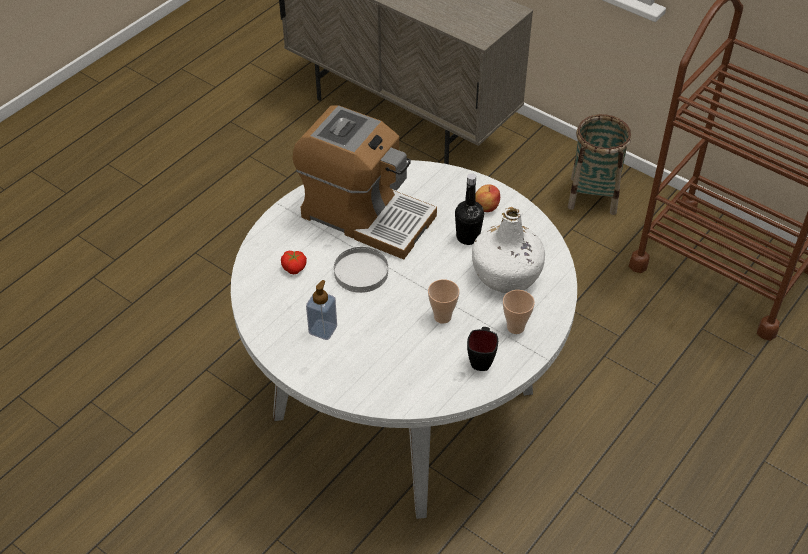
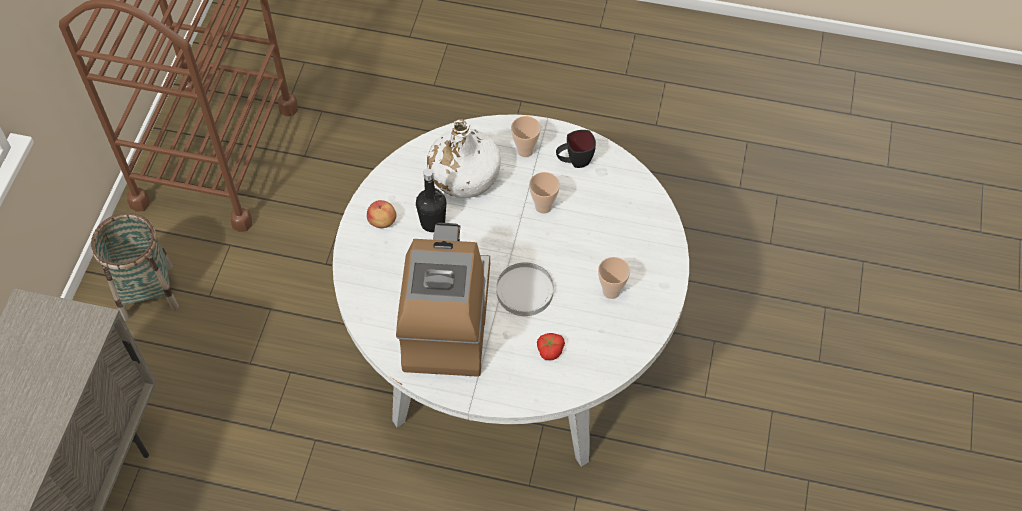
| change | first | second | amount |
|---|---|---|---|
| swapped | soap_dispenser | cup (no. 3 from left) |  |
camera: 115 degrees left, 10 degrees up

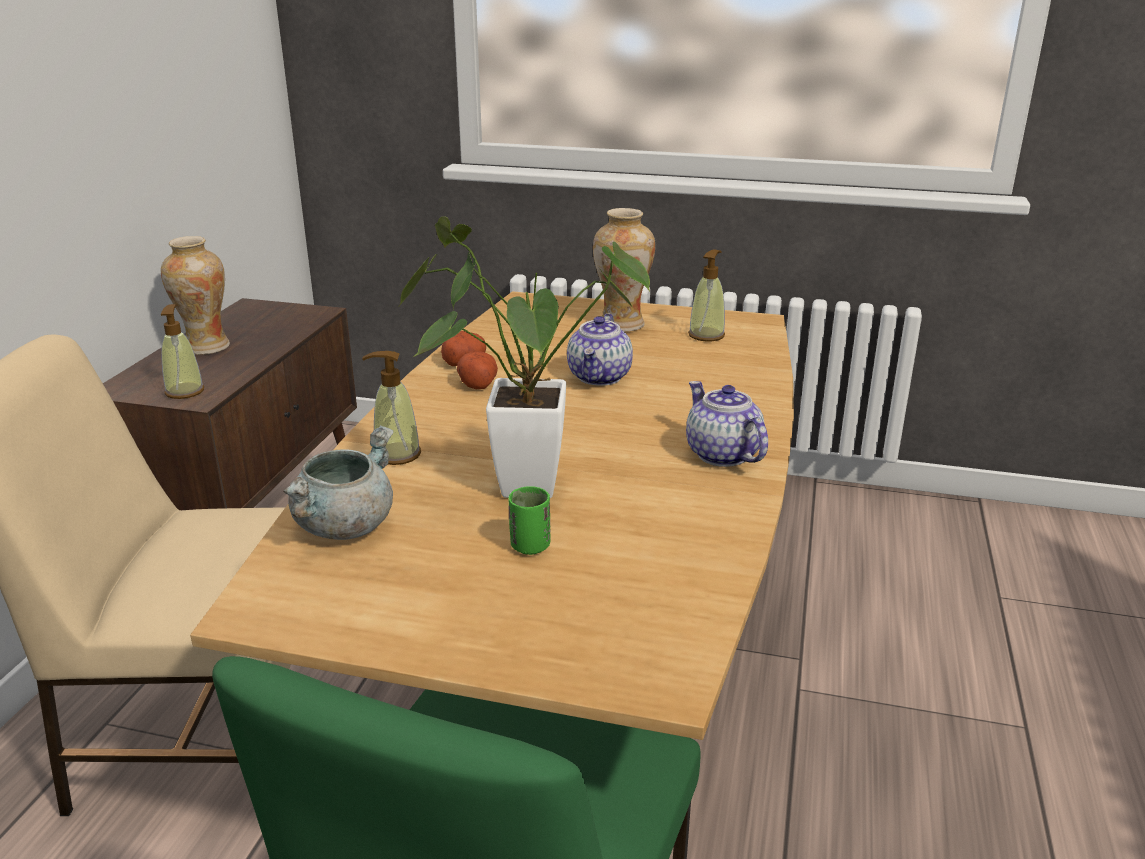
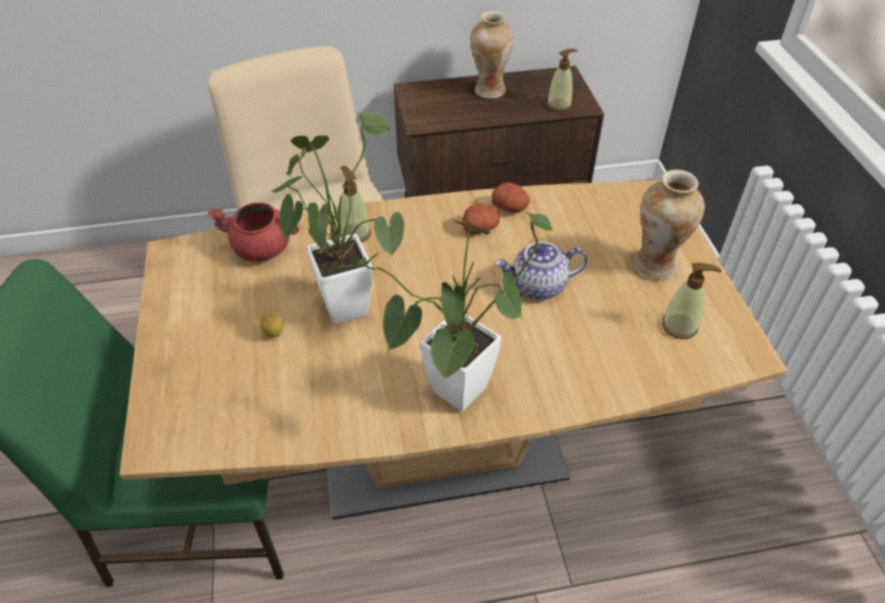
| change | first | second | amount |
|---|---|---|---|
| shifted | soap_dispenser (no. 1 from left in the first image) | soap_dispenser (no. 2 from left) |  |
| swapped | teapot (no. 2 from left) | potted_plant (no. 2 from left) |  |
| repainted | grey_cooking_pot | red_cooking_pot |  |
| swapped | green_cup | lemon |  |
camera: 65 degrees right, 20 degrees up

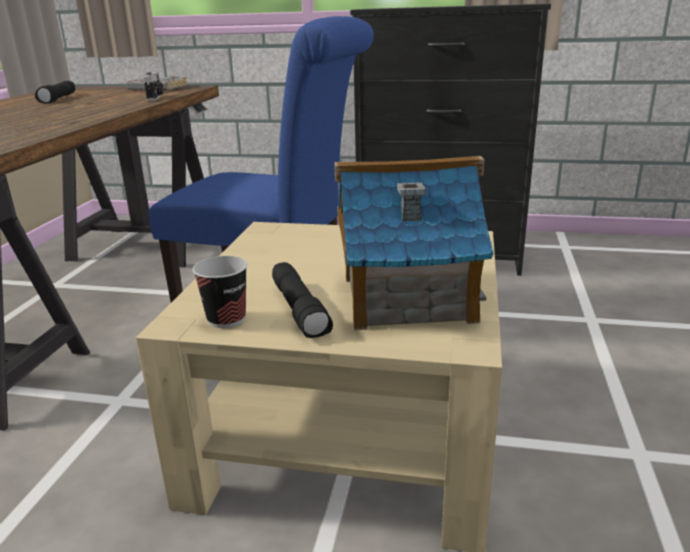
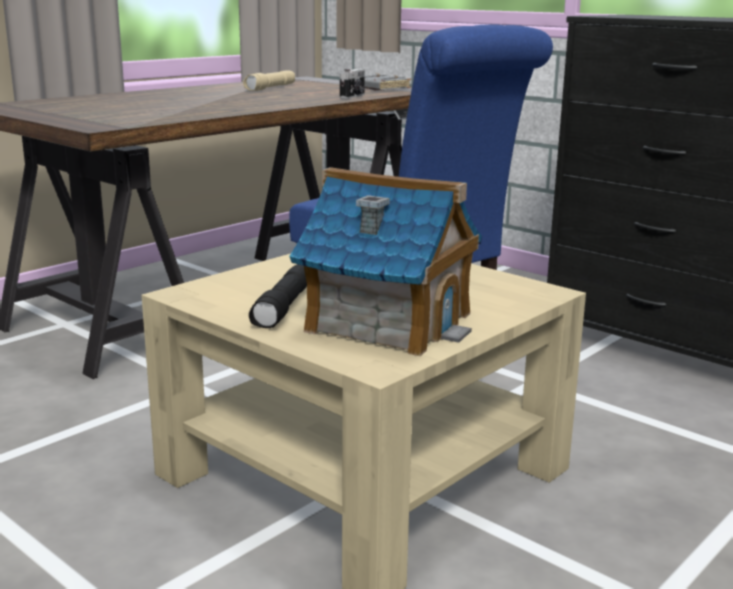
| change | first | second | amount |
|---|---|---|---|
| repainted | black_flashlight (no. 1 from left) | beige_flashlight |  |
| gone | cup |  |  |
camera: 30 degrees right, 5 degrees down

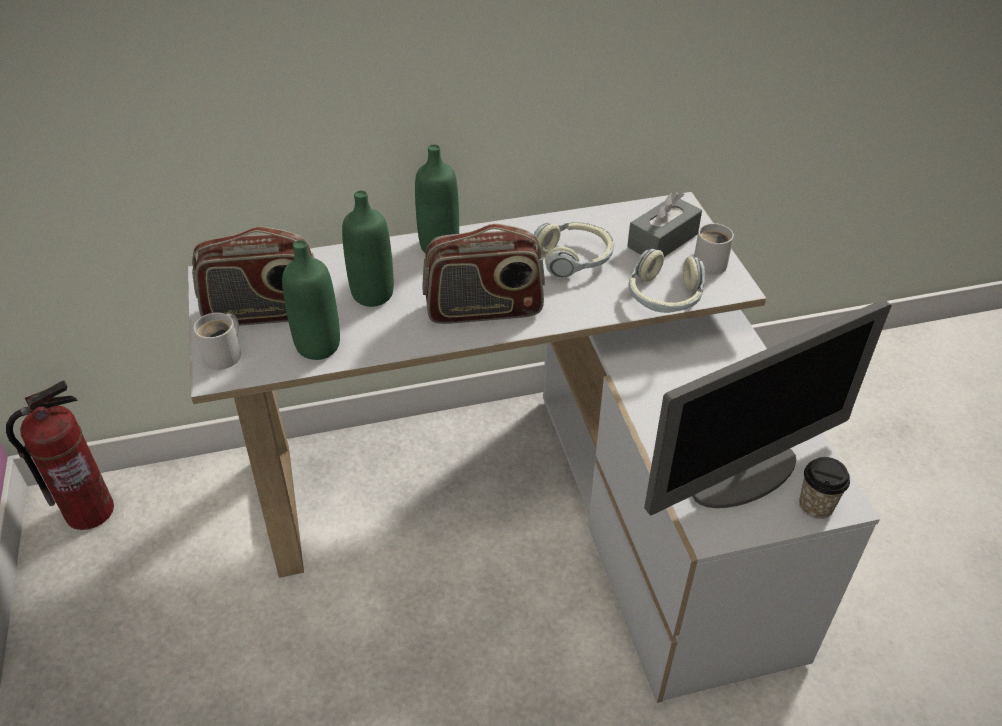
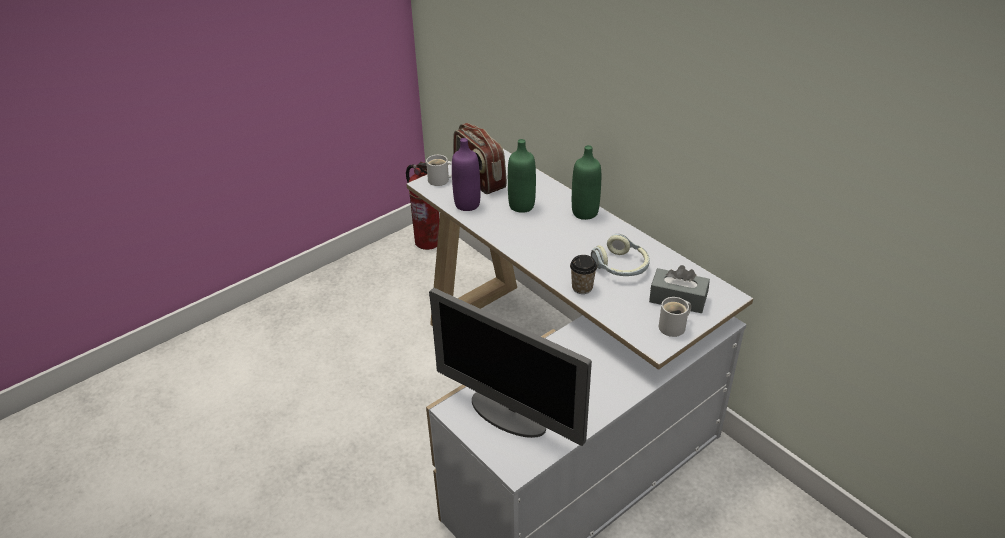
| change | first | second | amount |
|---|---|---|---|
| gone | radio (no. 2 from left) |  |  |
| repainted | green_bottle (no. 1 from left) | purple_bottle |  |
| gone | headphones (no. 2 from left) |  |  |
| shifted | cup |  |  |
camera: 65 degrees right, 5 degrees down

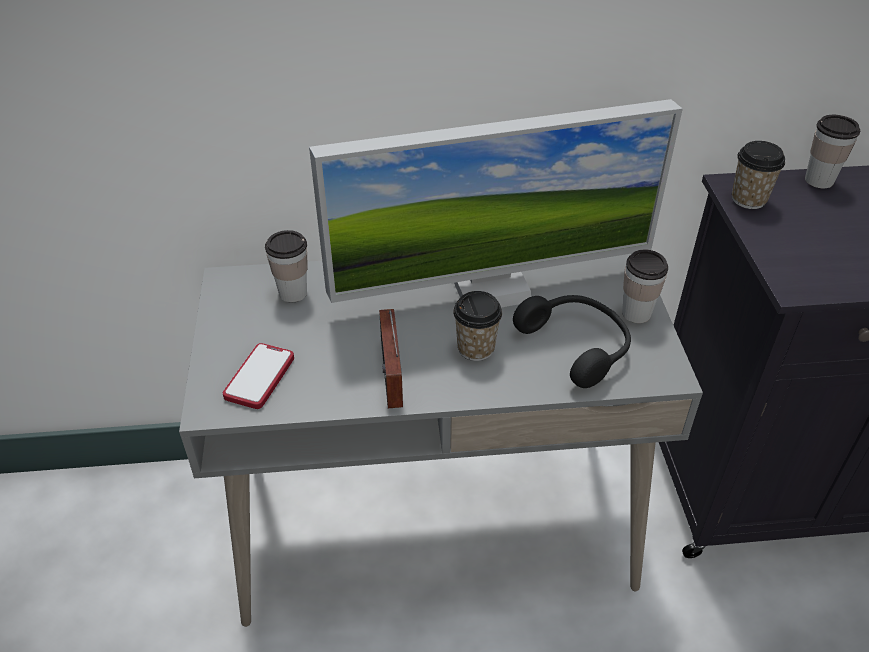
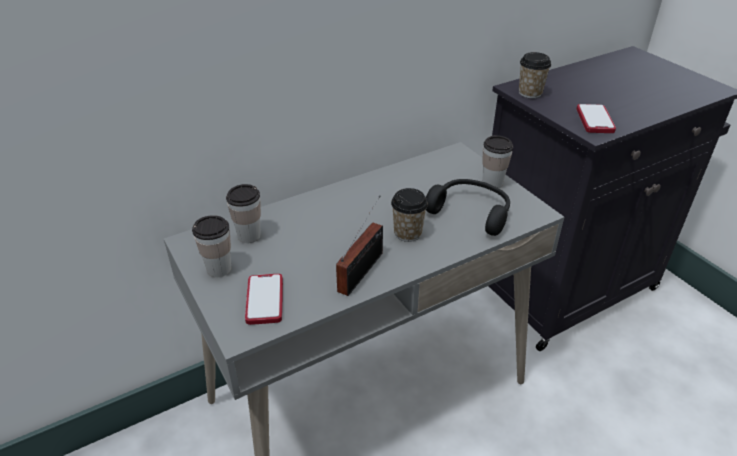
| change | first | second | amount |
|---|---|---|---|
| gone | monitor |  |  |
| shifted | cup (no. 5 from left in the first image) | cup (no. 1 from left) |  |
| rotated | radio |  | 120 degrees counterclockwise |
| new |  | phone (no. 2 from left) |  |
camera: 25 degrees left, 5 degrees down

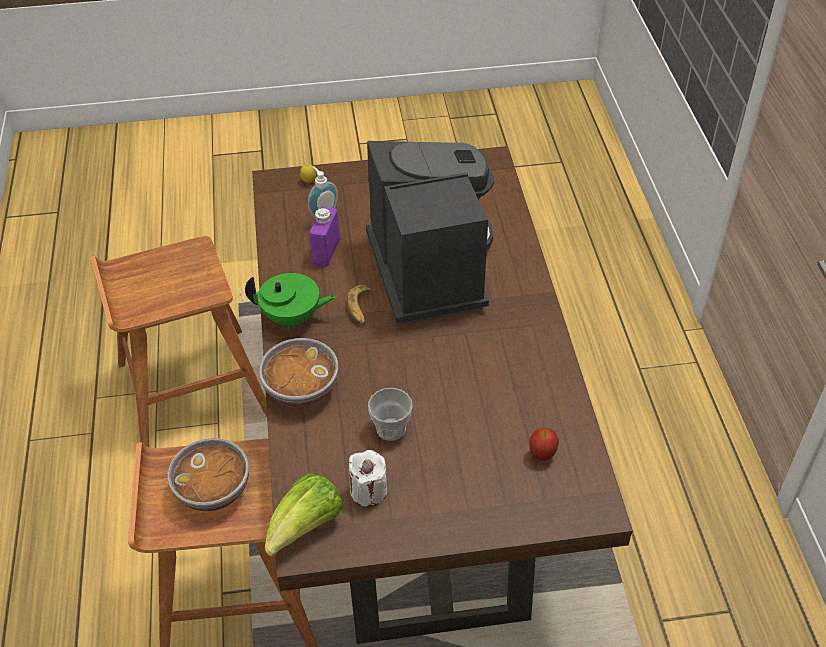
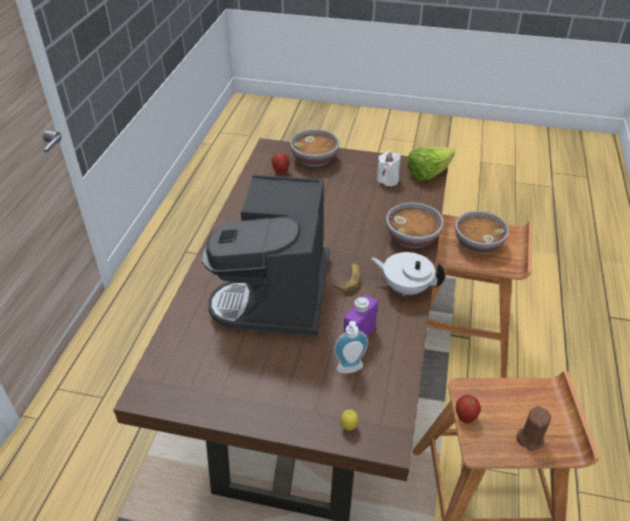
| change | first | second | amount |
|---|---|---|---|
| repainted | green_teapot | white_teapot |  |
| gone | cup |  |  |
| new |  | bowl (no. 1 from left) |  |
| new |  | apple (no. 2 from left) |  |
| new |  | brown_candle |  |
camera: 160 degrees left, 5 degrees down

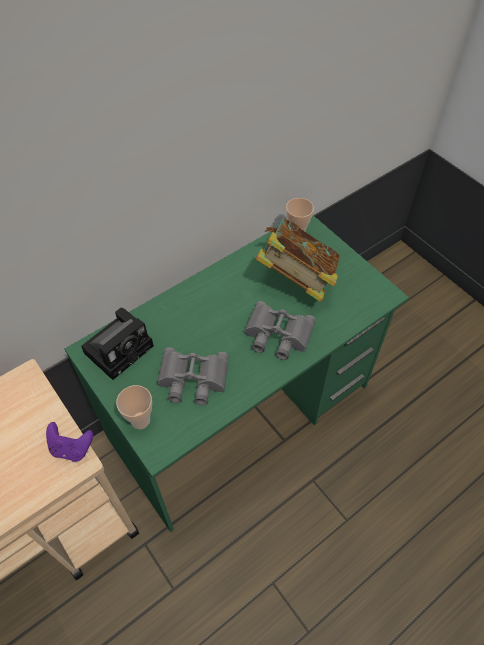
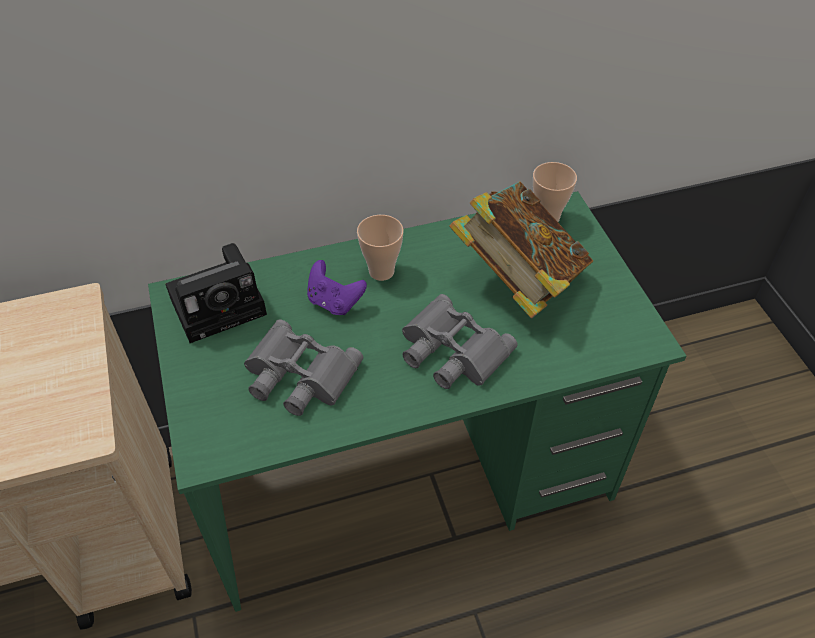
| change | first | second | amount |
|---|---|---|---|
| shifted | cup (no. 1 from left) |  |  |
| shifted | purple_game_controller |  |  |
camera: 20 degrees right, 5 degrees down

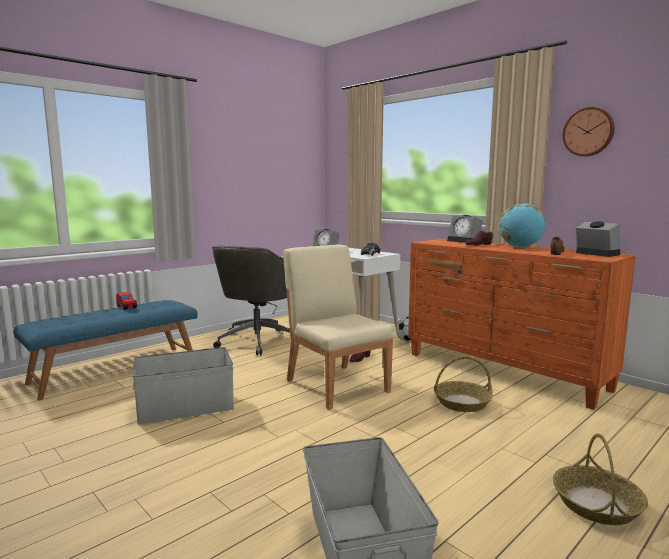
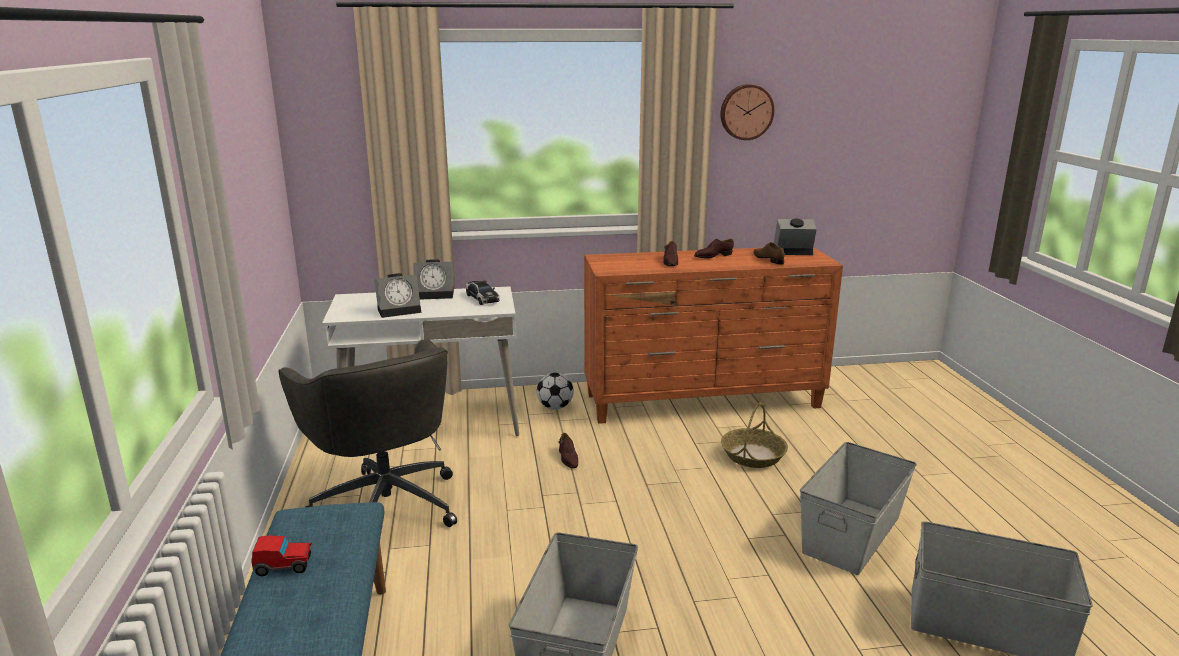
| change | first | second | amount |
|---|---|---|---|
| swapped | globe | brown_shoe (no. 3 from left) |  |
| shifted | alarm_clock (no. 2 from left) |  |  |
| gone | beige_chair |  |  |
| gone | basket (no. 2 from left) |  |  |
| new |  | grey_storage_box (no. 2 from left) |  |
camera: 55 degrees left, 10 degrees up

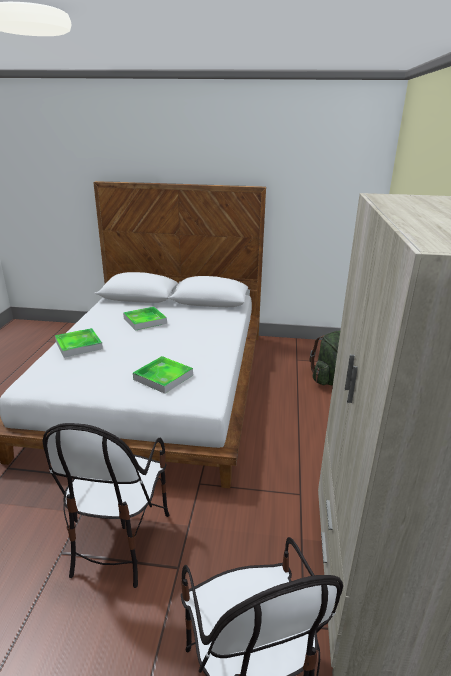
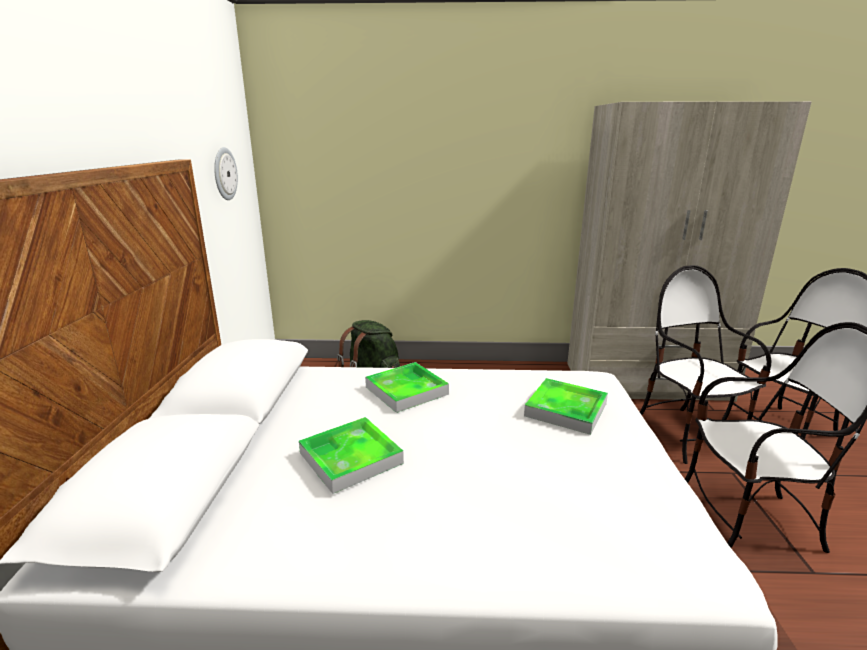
| change | first | second | amount |
|---|---|---|---|
| shifted | tray (no. 1 from left in the first image) | tray (no. 2 from left) |  |
| new |  | wall_clock |  |
| new |  | chair (no. 1 from left) |  |
camera: 95 degrees left, 5 degrees down

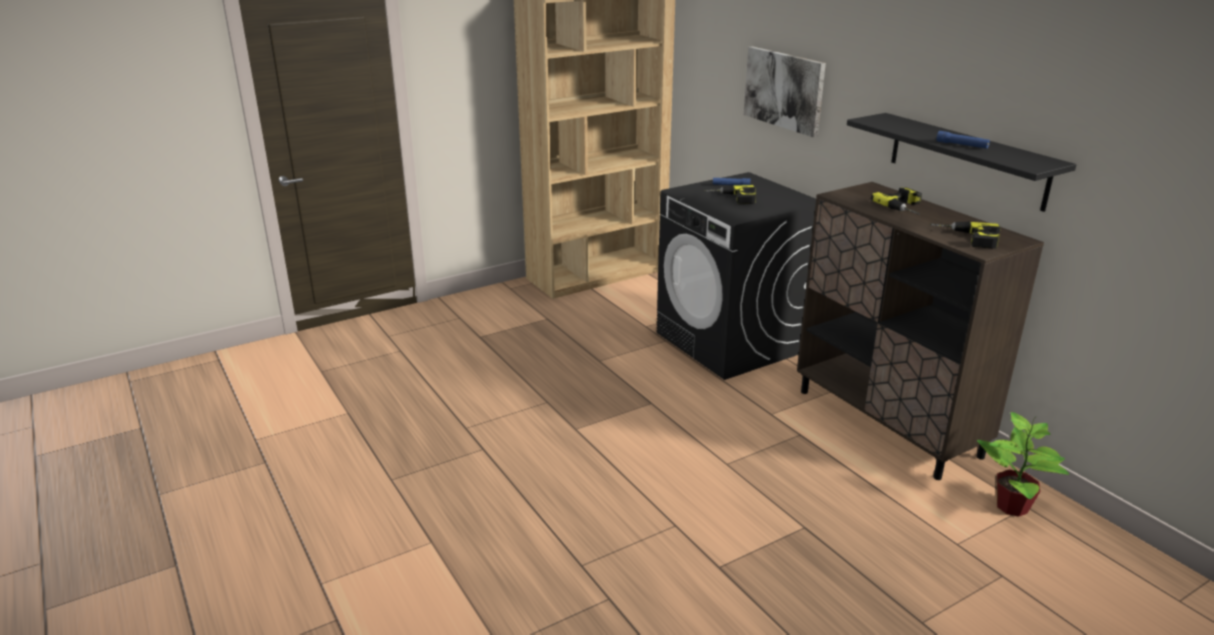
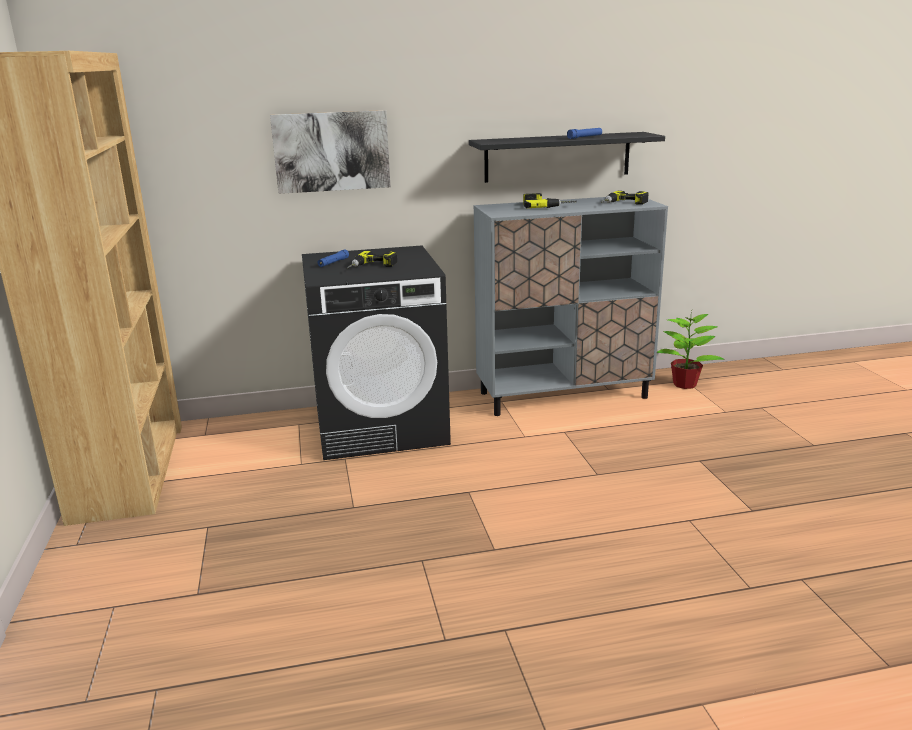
| change | first | second | amount |
|---|---|---|---|
| repainted | brown_cabinet | grey_cabinet |  |
camera: 70 degrees left, 5 degrees down

